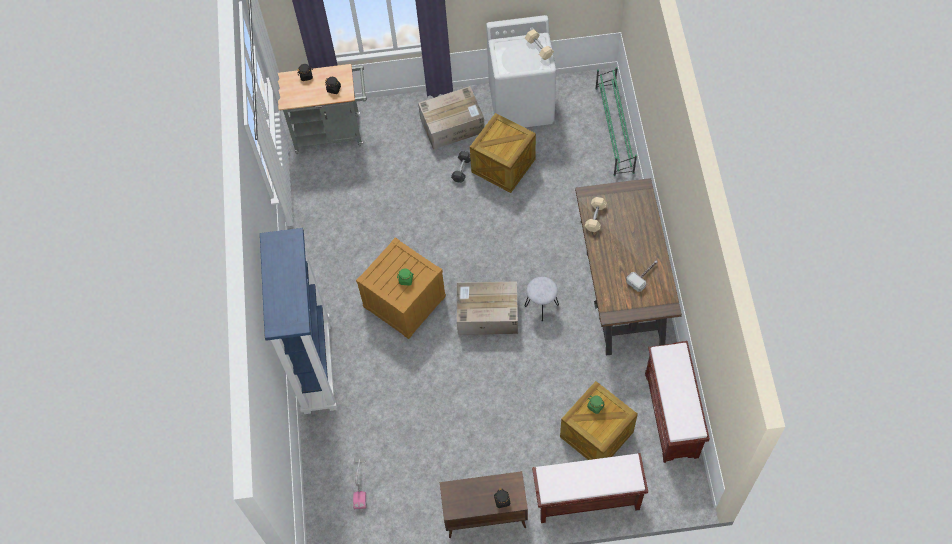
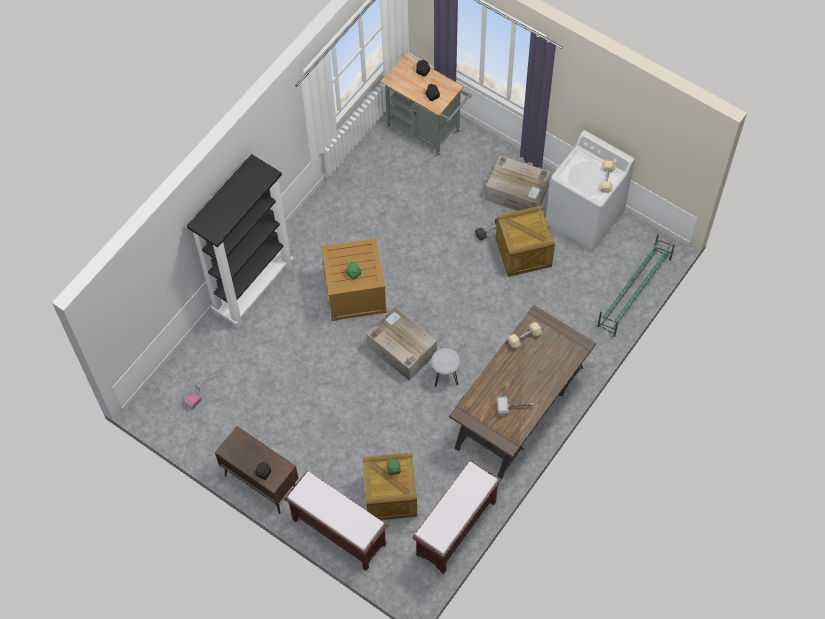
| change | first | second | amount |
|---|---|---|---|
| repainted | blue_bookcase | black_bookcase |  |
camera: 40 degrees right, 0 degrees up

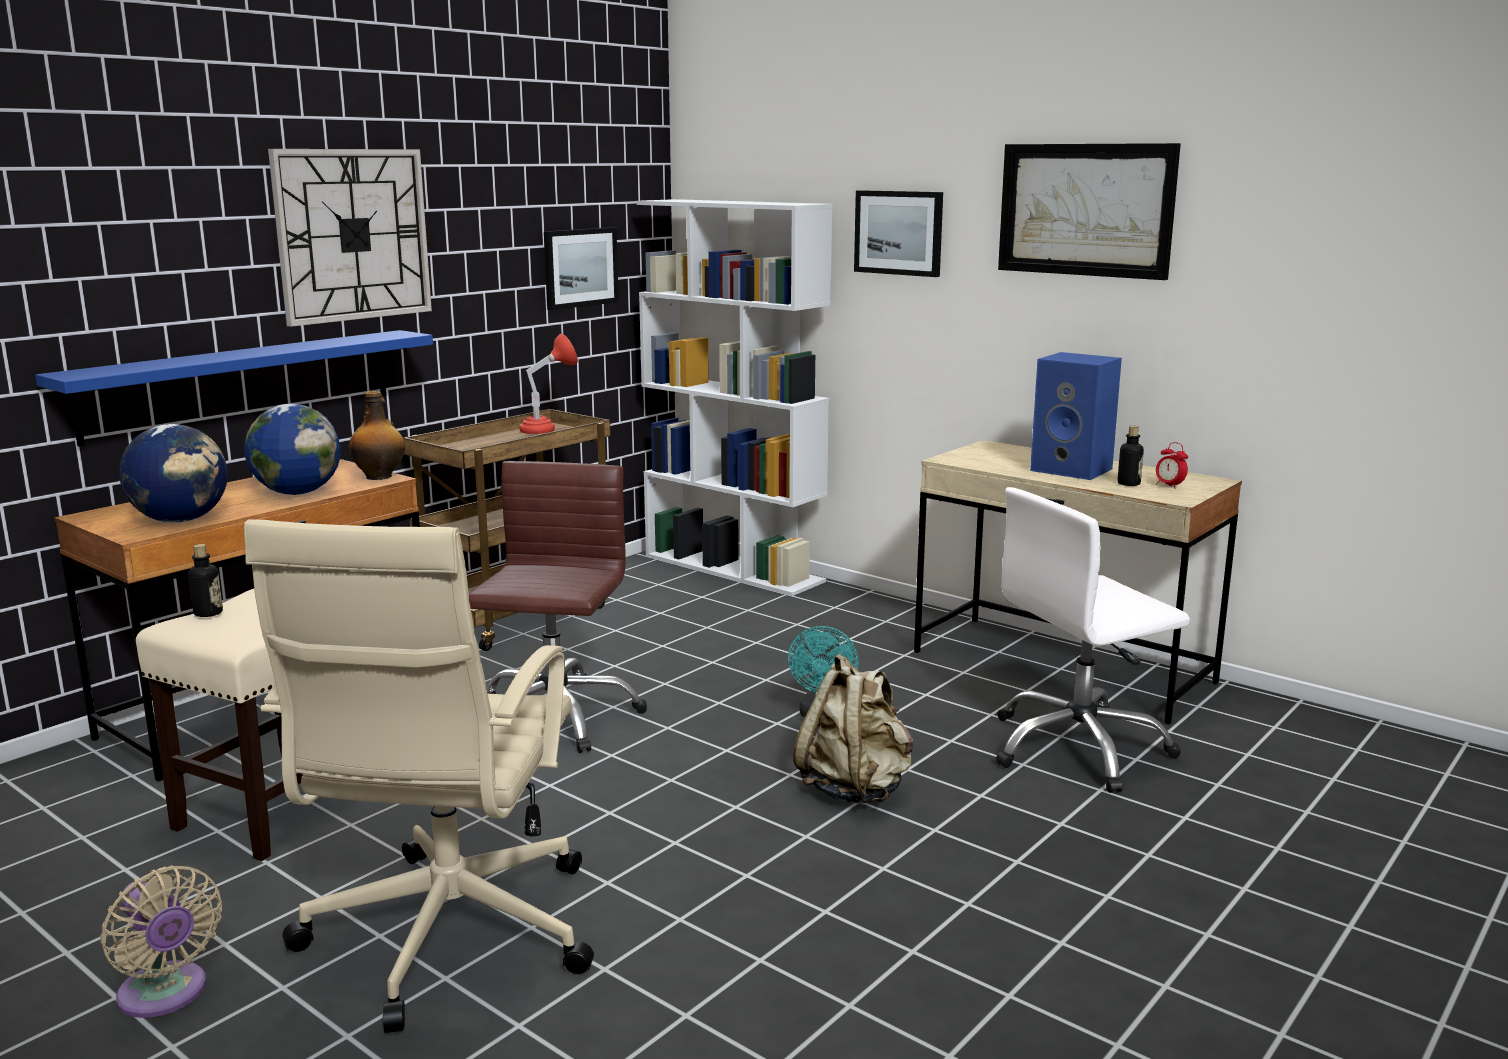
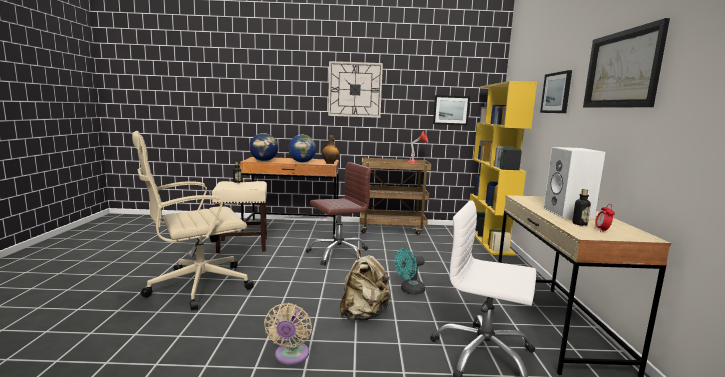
| change | first | second | amount |
|---|---|---|---|
| repainted | white_bookcase | yellow_bookcase |  |
| gone | blue_shelf |  |  |
| repainted | blue_speaker | white_speaker |  |
| shifted | beige_fan |  |  |
camera: 50 degrees right, 5 degrees down

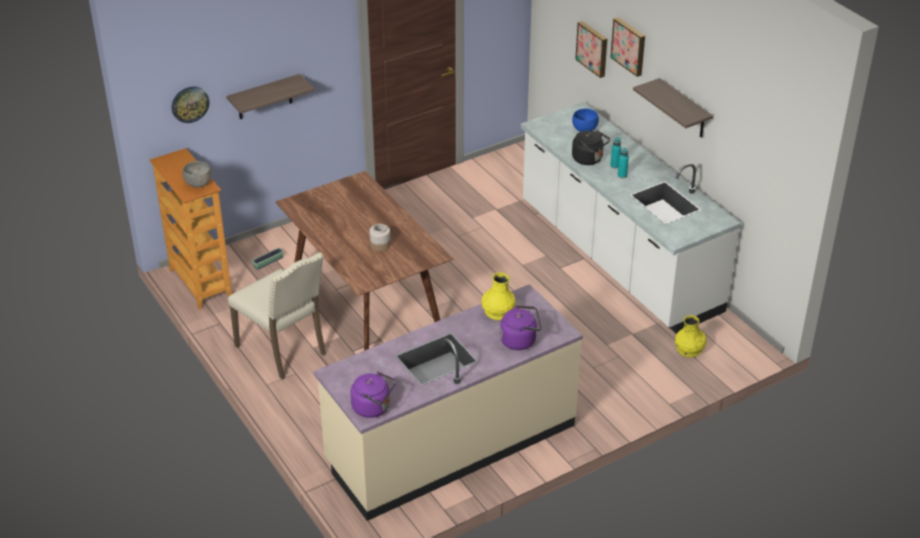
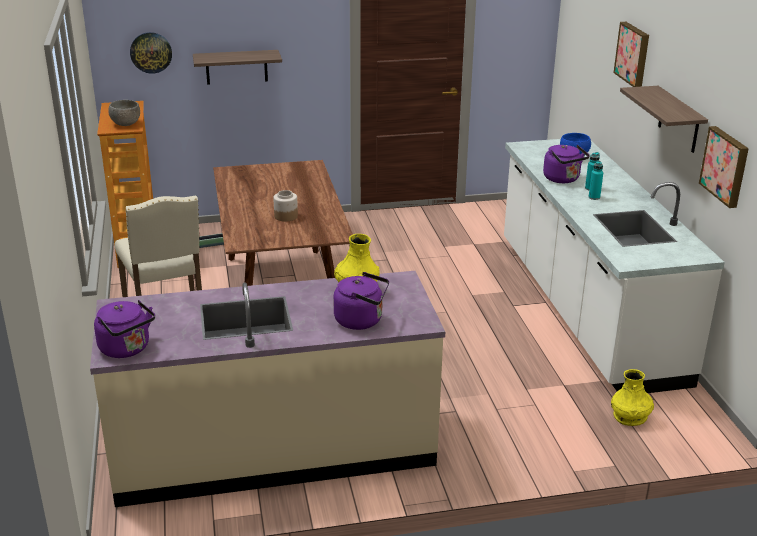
| change | first | second | amount |
|---|---|---|---|
| shifted | picture (no. 1 from left in the first image) | picture (no. 2 from left) |  |
| repainted | black_kettle | purple_kettle (no. 3 from left) |  |
camera: 20 degrees right, 10 degrees down

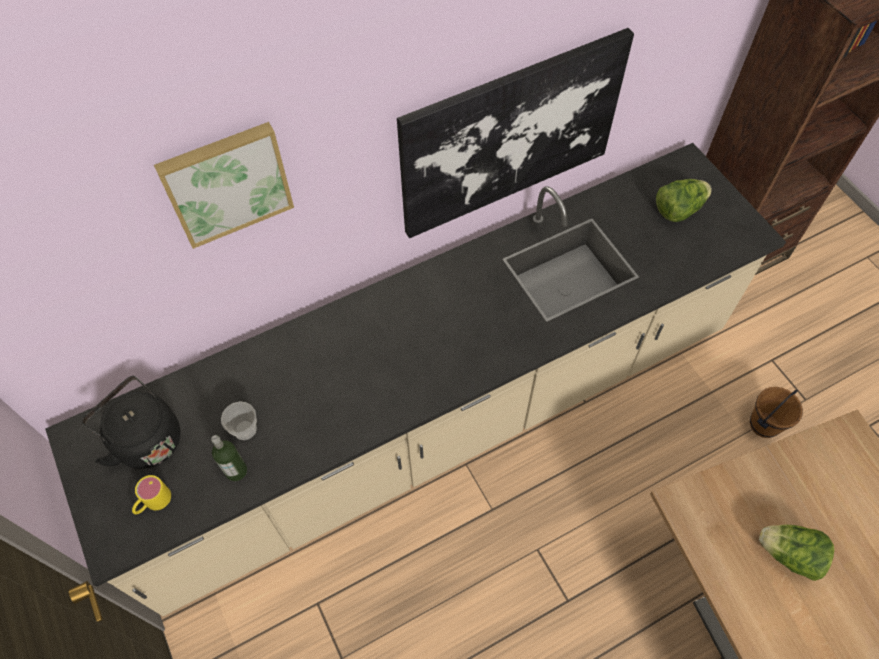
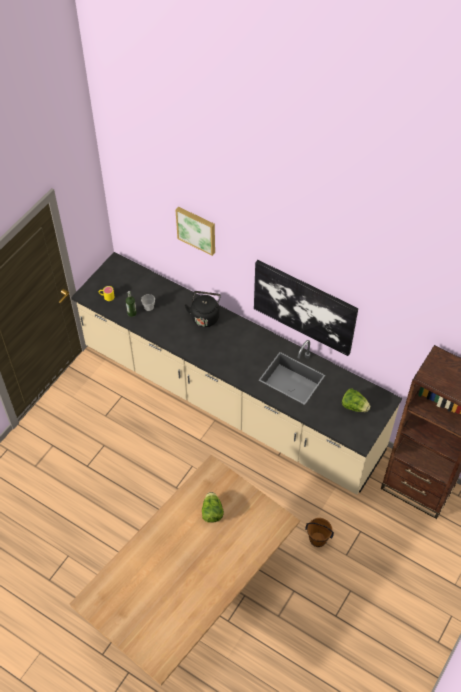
| change | first | second | amount |
|---|---|---|---|
| shifted | black_kettle |  |  |
camera: 60 degrees right, 5 degrees down

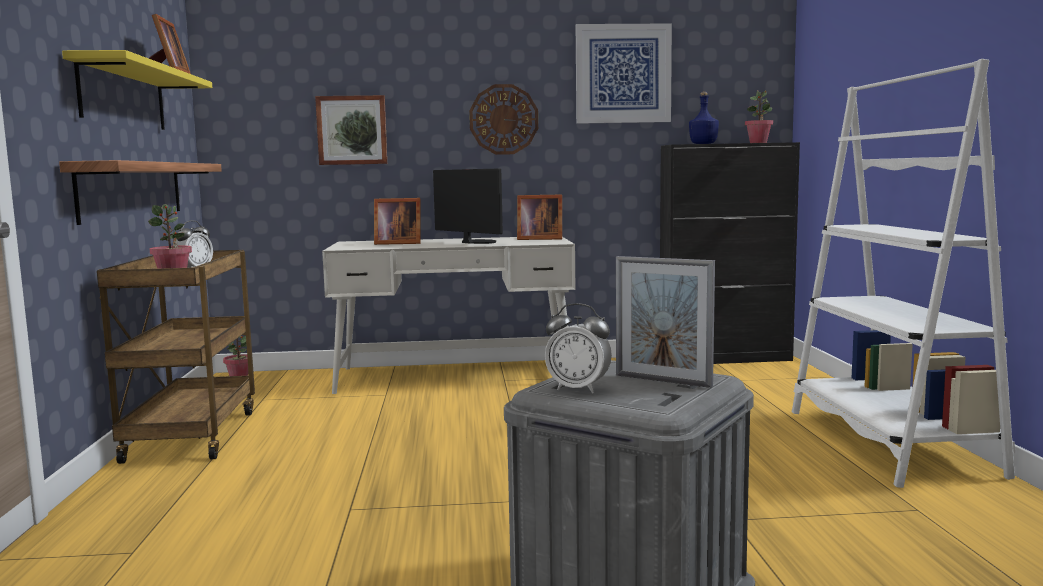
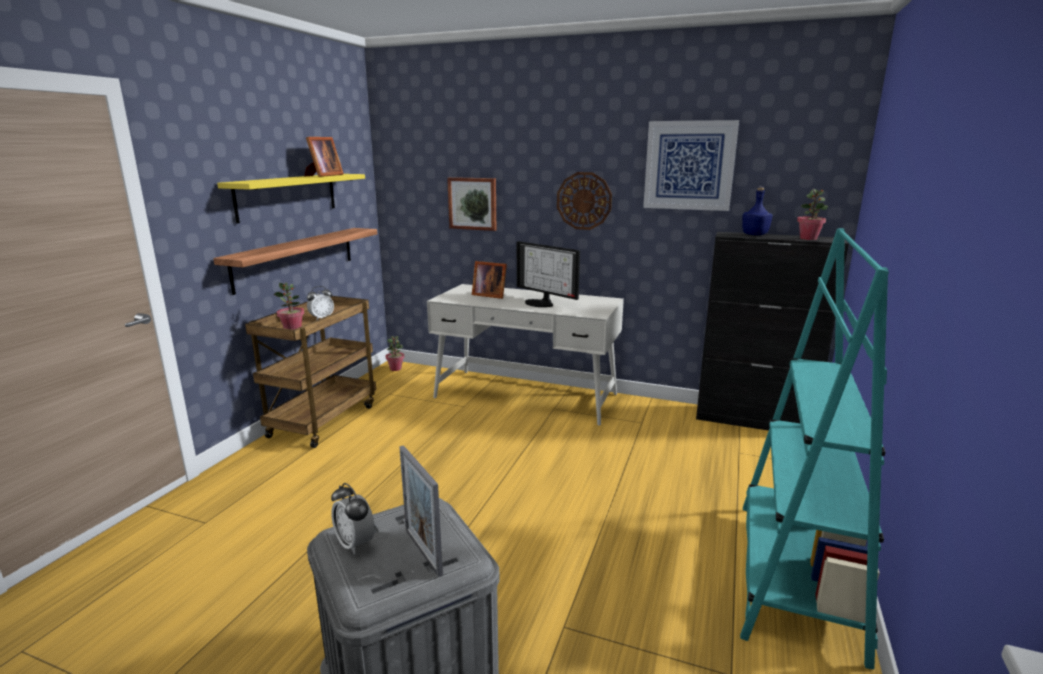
| change | first | second | amount |
|---|---|---|---|
| repainted | white_bookcase | turquoise_bookcase |  |
| rotated | monitor |  | 150 degrees clockwise |
| gone | picture_frame (no. 3 from left) |  |  |
camera: 25 degrees right, 10 degrees up

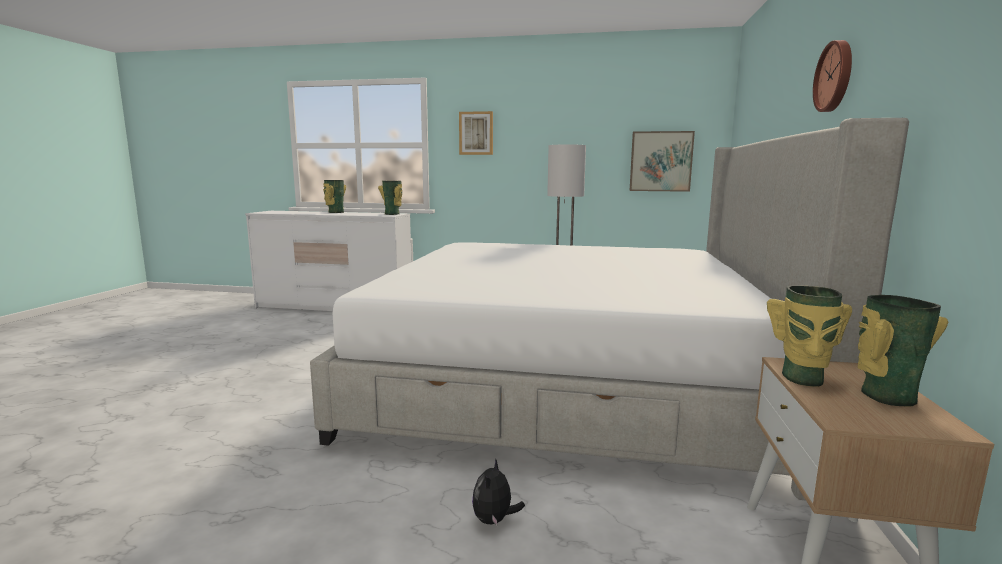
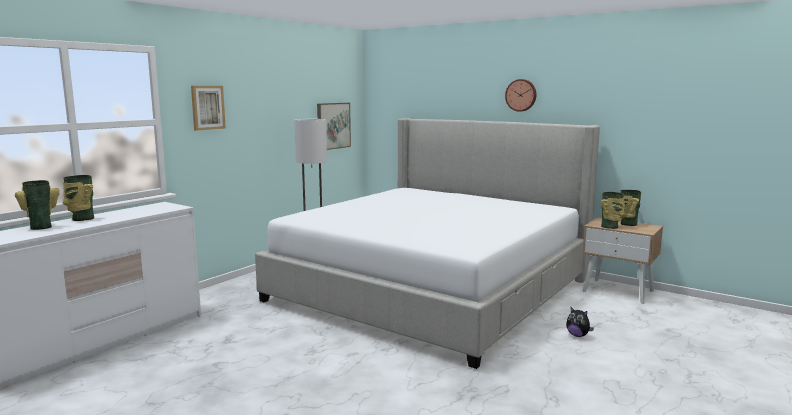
| change | first | second | amount |
|---|---|---|---|
| shifted | vase (no. 2 from left in the first image) | vase (no. 1 from left) |  |
camera: 65 degrees left, 0 degrees up

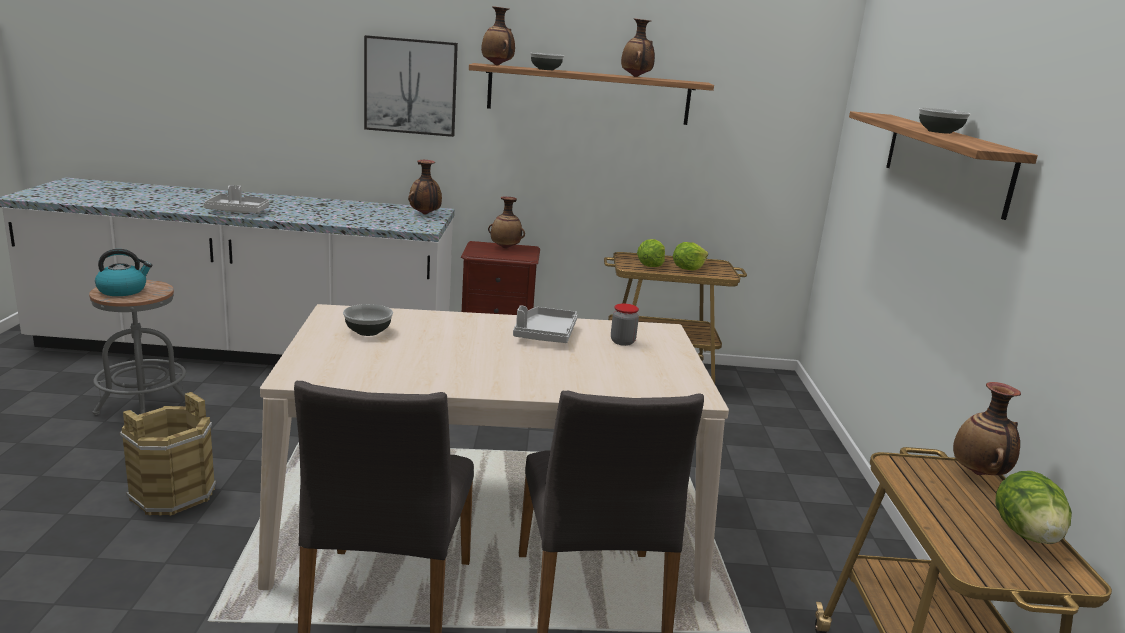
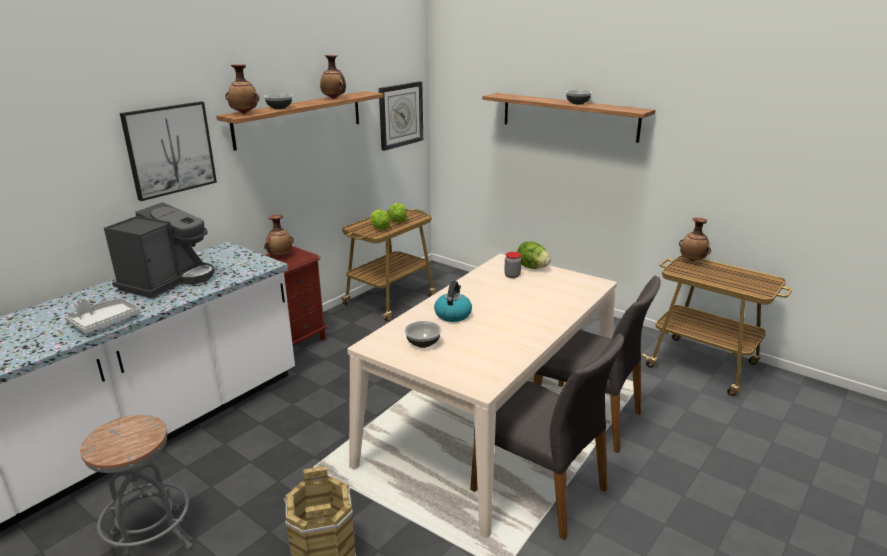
| change | first | second | amount |
|---|---|---|---|
| gone | vase (no. 1 from left) |  |  |
| shifted | kettle |  |  |
| gone | grey_tray (no. 2 from left) |  |  |
| shifted | lettuce (no. 3 from left) |  |  |
| new |  | wall_clock |  |
| new |  | coffee_machine |  |
camera: 50 degrees left, 5 degrees up

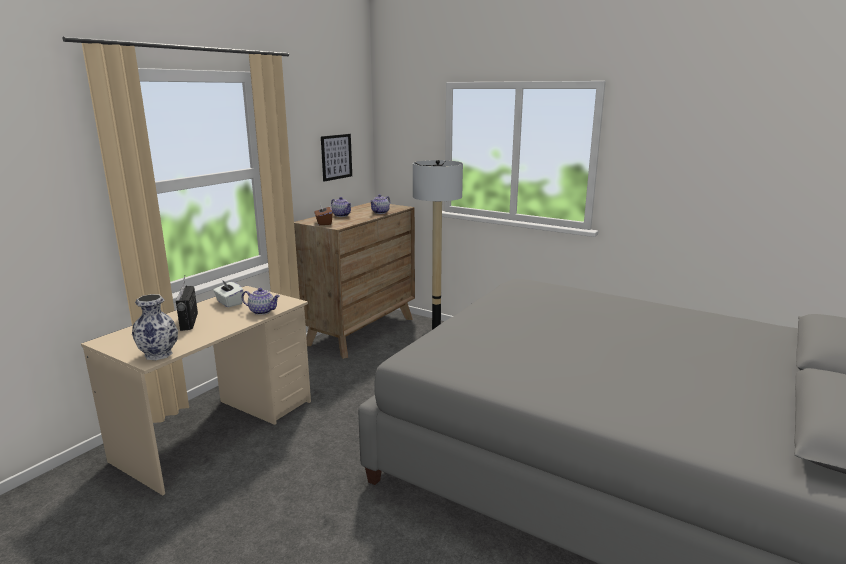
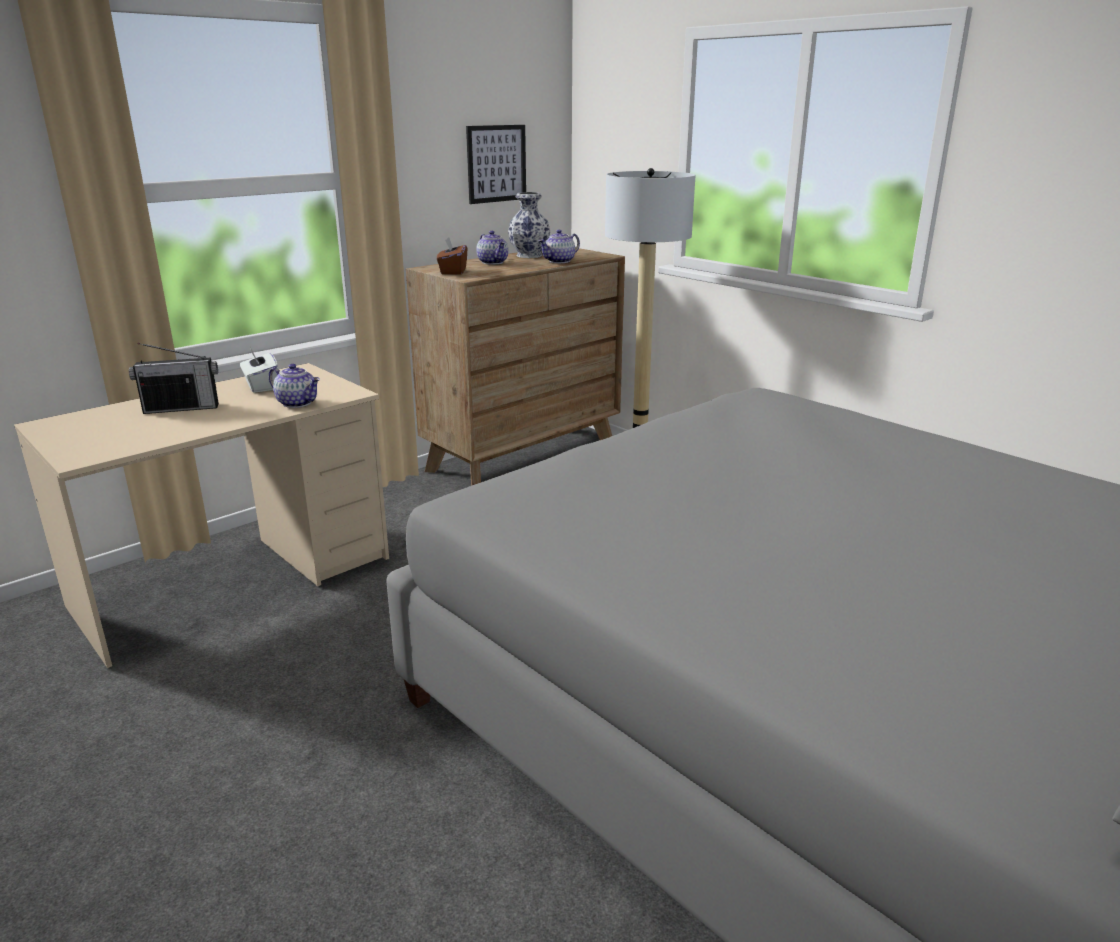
| change | first | second | amount |
|---|---|---|---|
| rotated | radio |  | 105 degrees counterclockwise |
| shifted | vase |  |  |
camera: 15 degrees right, 5 degrees up

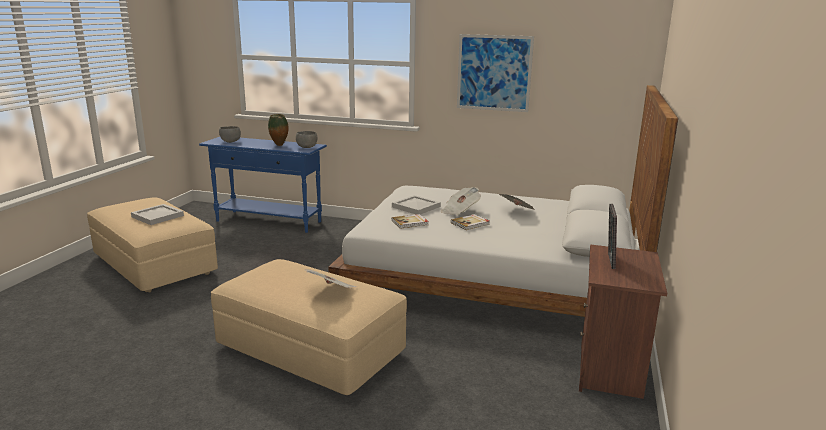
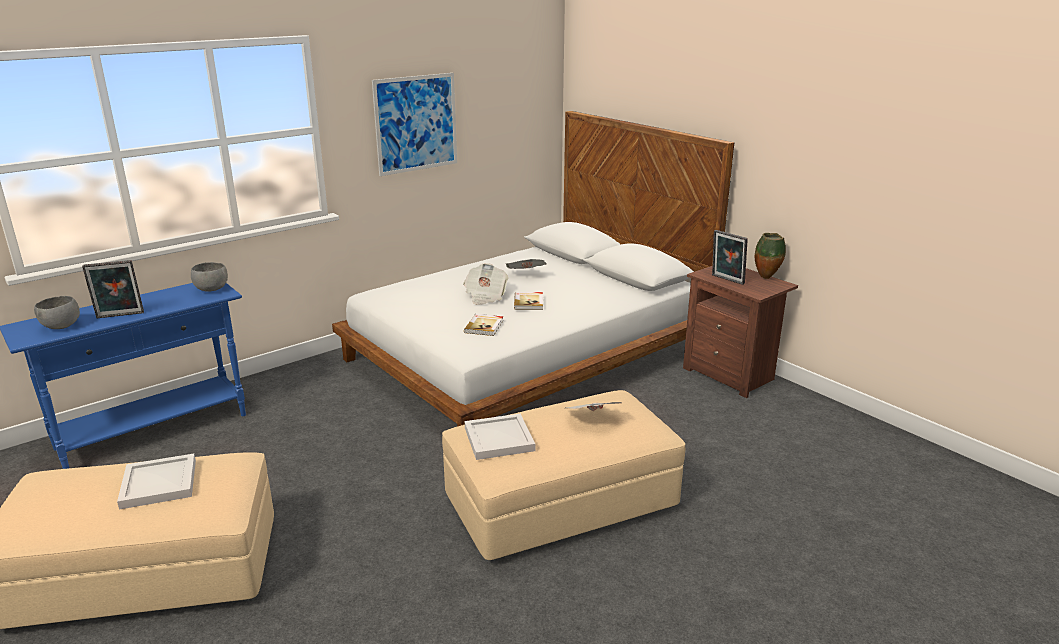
| change | first | second | amount |
|---|---|---|---|
| shifted | vase |  |  |
| shifted | white_tray (no. 2 from left) |  |  |
| new |  | picture_frame (no. 1 from left) |  |
camera: 55 degrees left, 5 degrees up

